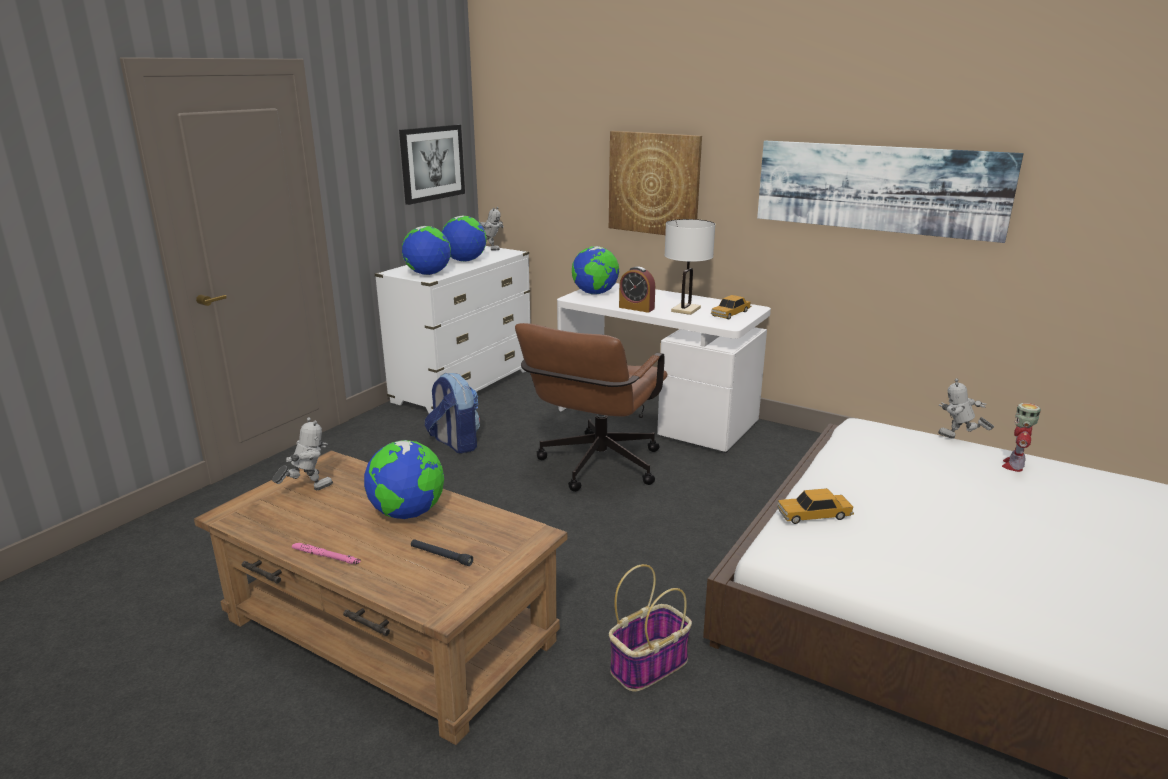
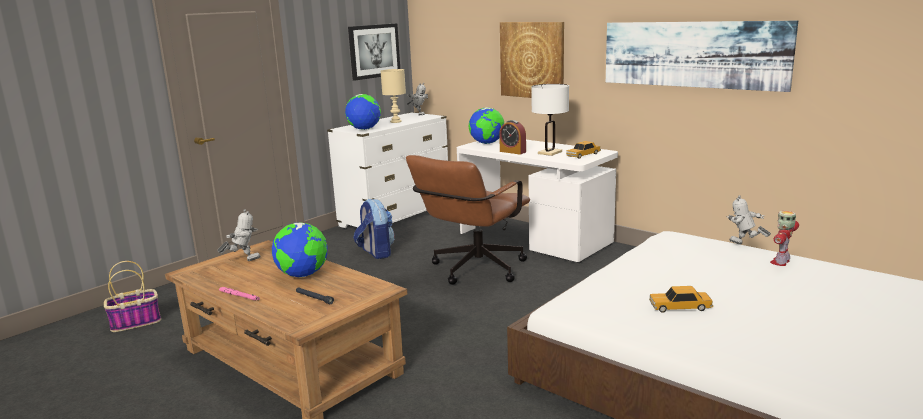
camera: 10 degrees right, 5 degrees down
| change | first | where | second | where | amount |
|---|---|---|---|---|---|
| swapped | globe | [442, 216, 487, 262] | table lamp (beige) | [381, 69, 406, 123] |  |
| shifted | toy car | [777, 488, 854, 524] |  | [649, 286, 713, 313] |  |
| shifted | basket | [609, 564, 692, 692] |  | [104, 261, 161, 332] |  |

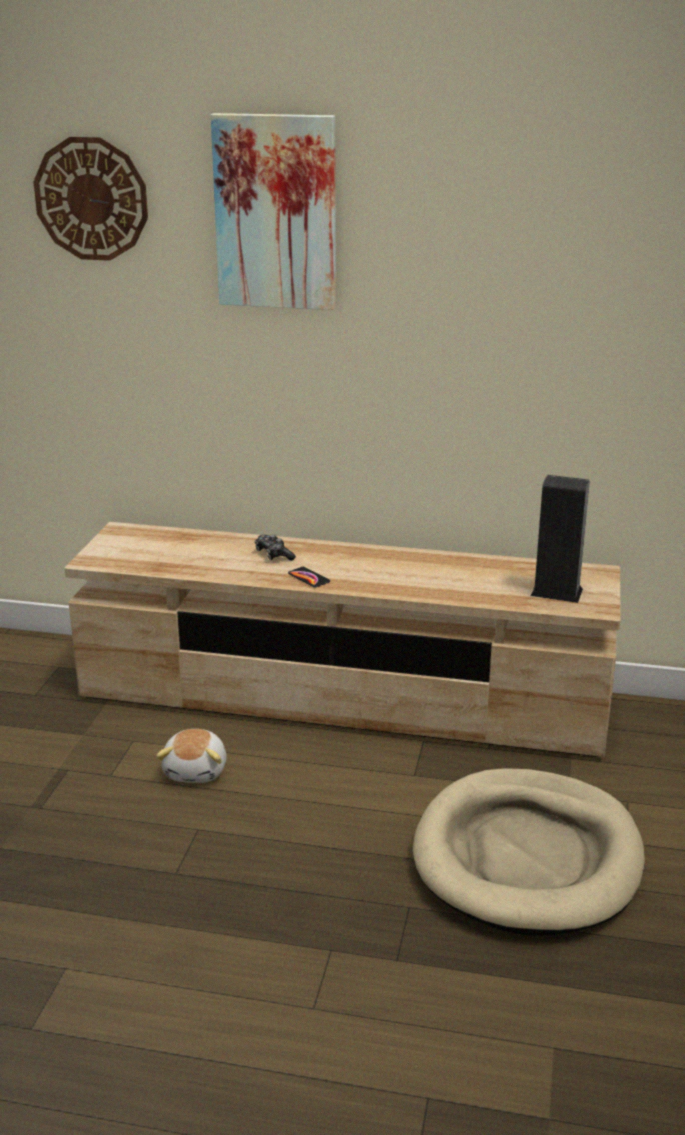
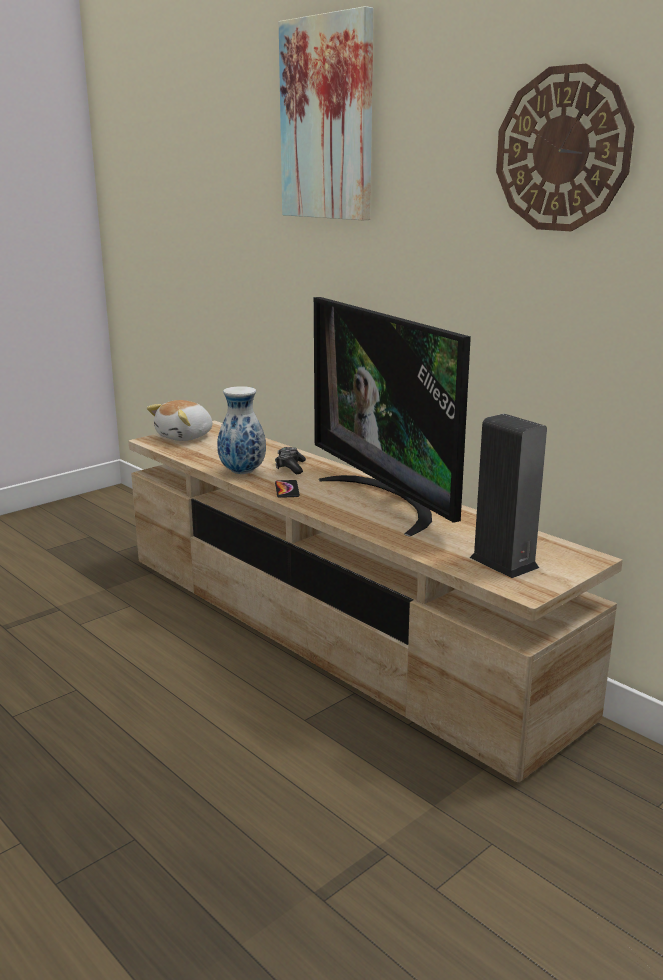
camera: 35 degrees right, 5 degrees down
| change | first | where | second | where | amount |
|---|---|---|---|---|---|
| shifted | wall clock | [33, 137, 148, 261] |  | [496, 64, 634, 231] |  |
| shifted | plush toy | [156, 729, 226, 783] |  | [147, 400, 212, 441] |  |
| gone | dog bed (beige) | [413, 768, 645, 935] |  |  |  |
| new |  |  | television | [314, 297, 471, 536] |  |
| new |  |  | vase | [217, 386, 266, 474] |  |

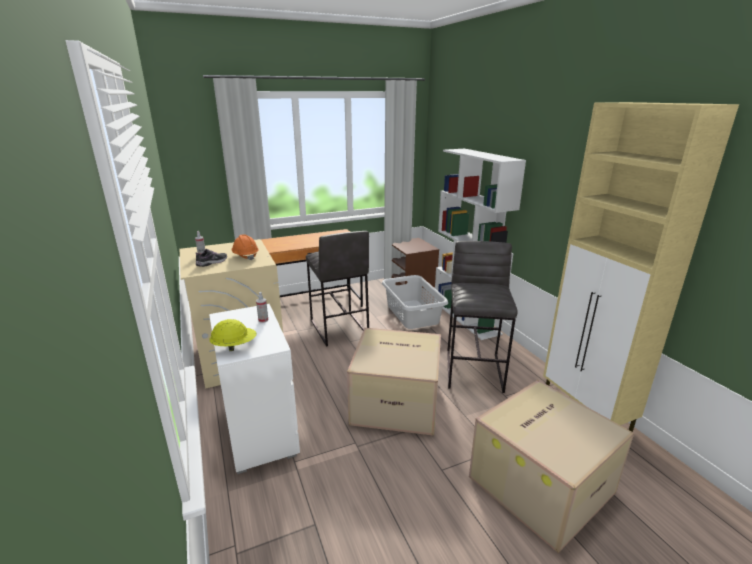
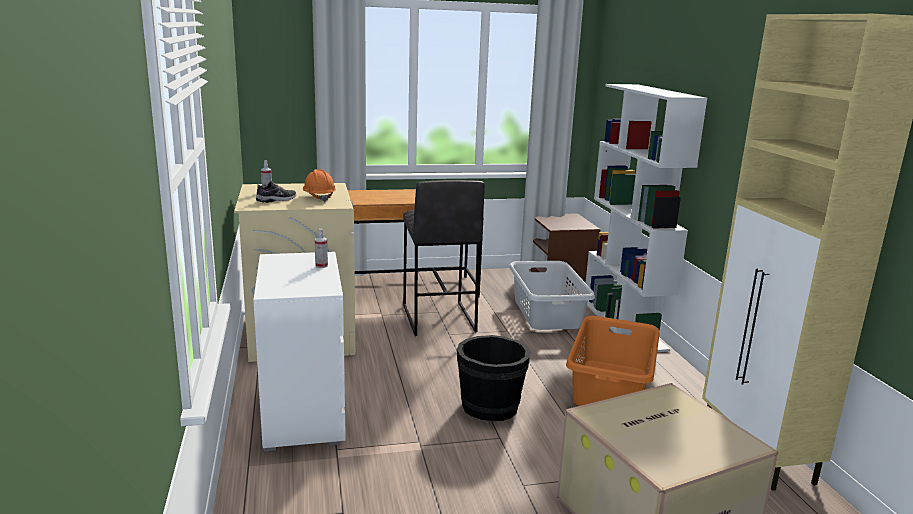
camera: 10 degrees right, 5 degrees down
| change | first | where | second | where | amount |
|---|---|---|---|---|---|
| swapped | stool (grey) | [447, 241, 518, 393] | laundry basket (orange) | [566, 316, 660, 406] |  |
| gone | hard hat (yellow) | [210, 319, 257, 351] |  |  |  |
| swapped | cardboard box | [347, 328, 441, 436] | bucket (black) | [457, 335, 530, 421] |  |

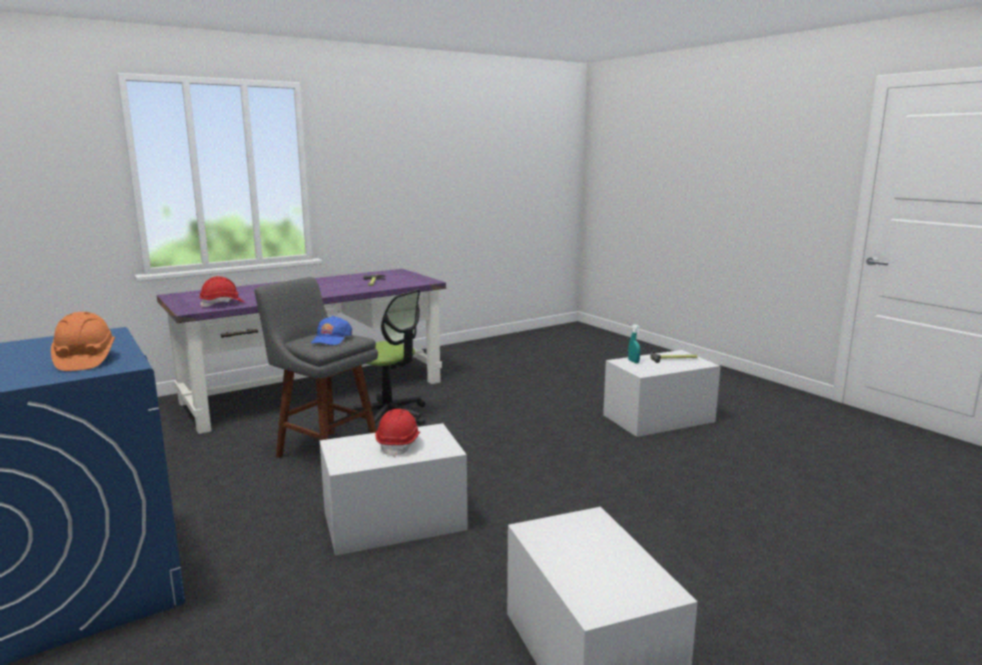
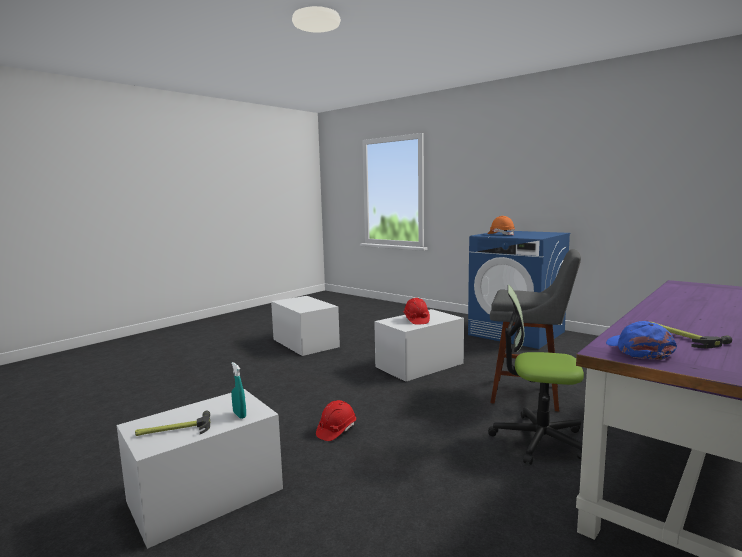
camera: 165 degrees right, 5 degrees down
| change | first | where | second | where | amount |
|---|---|---|---|---|---|
| shifted | hard hat (red) | [199, 276, 244, 307] |  | [316, 400, 356, 441] |  |
| shifted | cap (blue) | [311, 316, 352, 345] |  | [606, 321, 677, 360] |  |

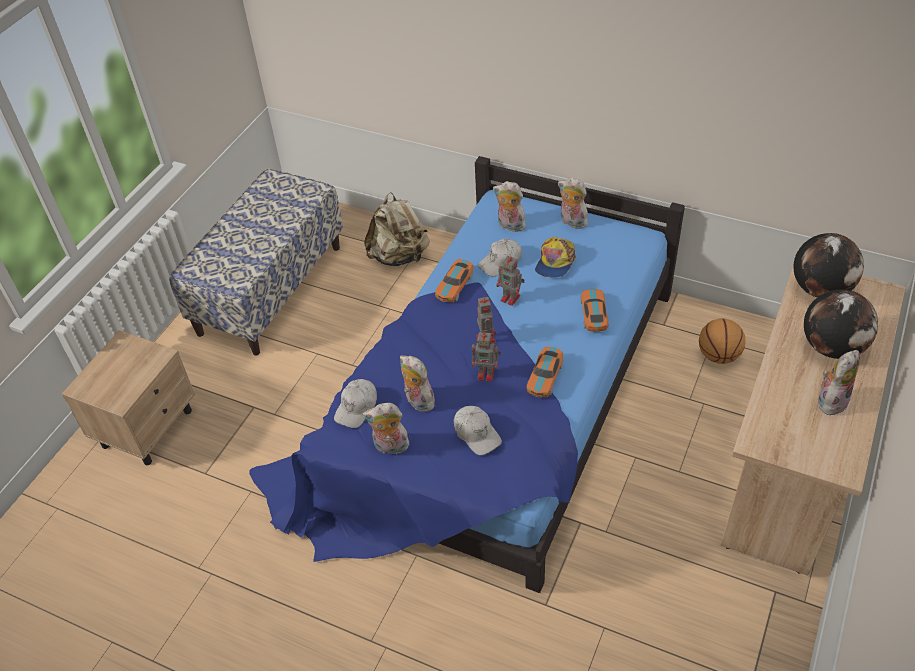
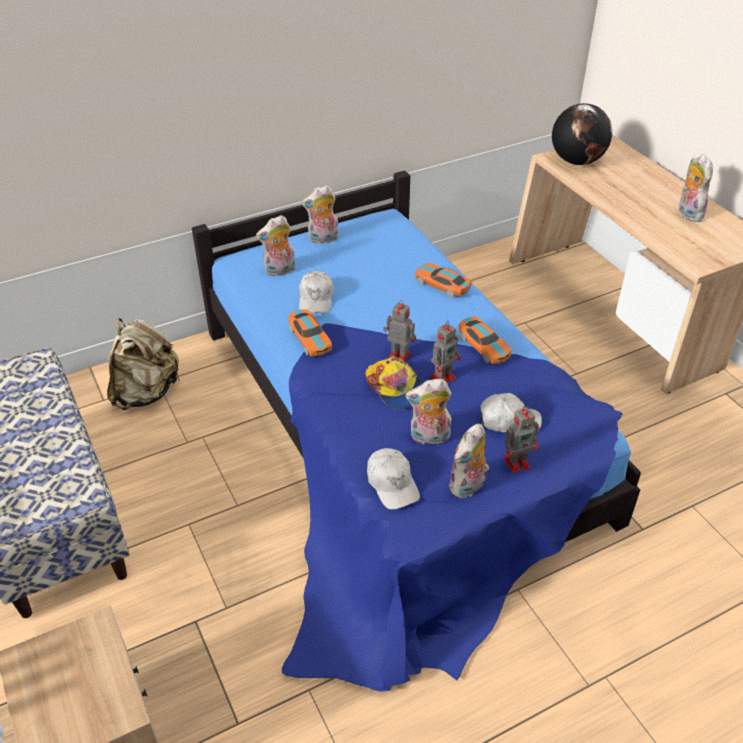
camera: 55 degrees left, 5 degrees down
| change | first | where | second | where | amount |
|---|---|---|---|---|---|
| shifted | cap | [535, 237, 576, 278] |  | [365, 356, 423, 410] |  |
| shifted | toy robot | [496, 254, 525, 306] |  | [504, 406, 539, 473] |  |
| gone | globe | [804, 290, 878, 359] |  |  |  |
| gone | basketball | [699, 319, 746, 364] |  |  |  |

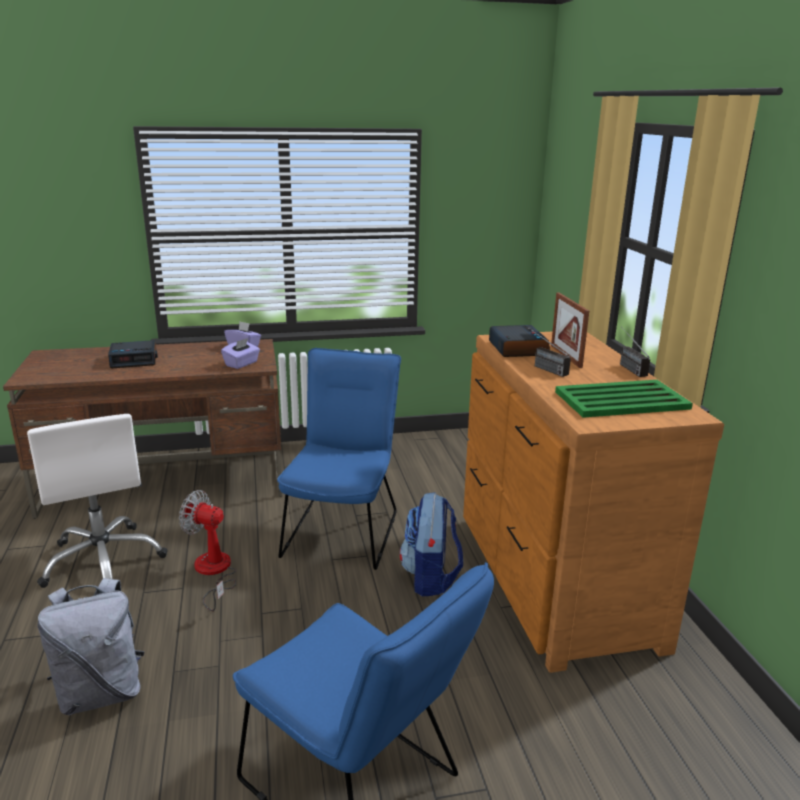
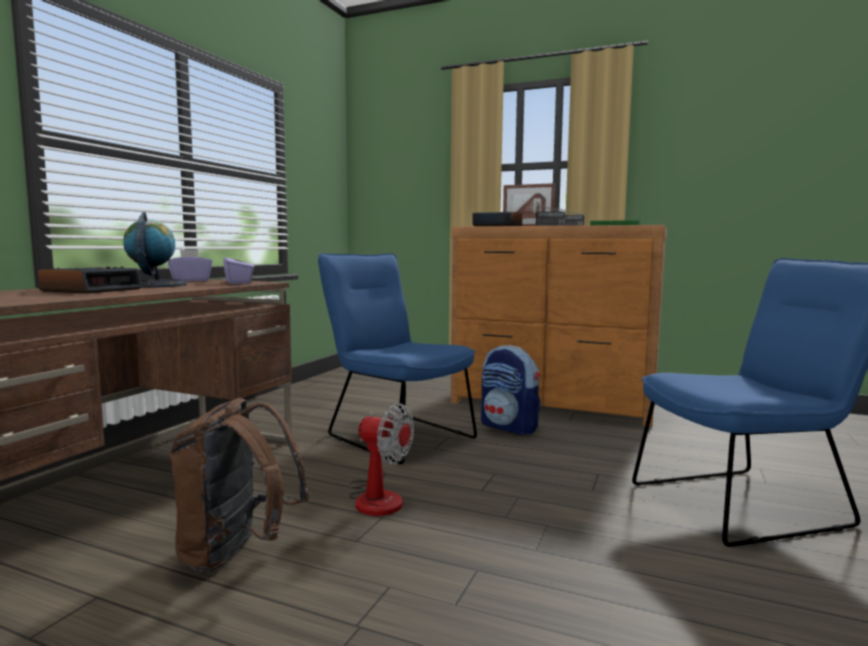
camera: 55 degrees left, 15 degrees down
| change | first | where | second | where | amount |
|---|---|---|---|---|---|
| swapped | office chair (white) | [27, 414, 168, 588] | backpack (brown) | [170, 398, 309, 573] |  |
| rotated | fan | [179, 490, 236, 611] |  | [349, 403, 414, 516] | 120 degrees counterclockwise |
| gone | backpack (grey) | [37, 578, 145, 715] |  |  |  |
| new |  |  | globe | [123, 212, 187, 288] |  |

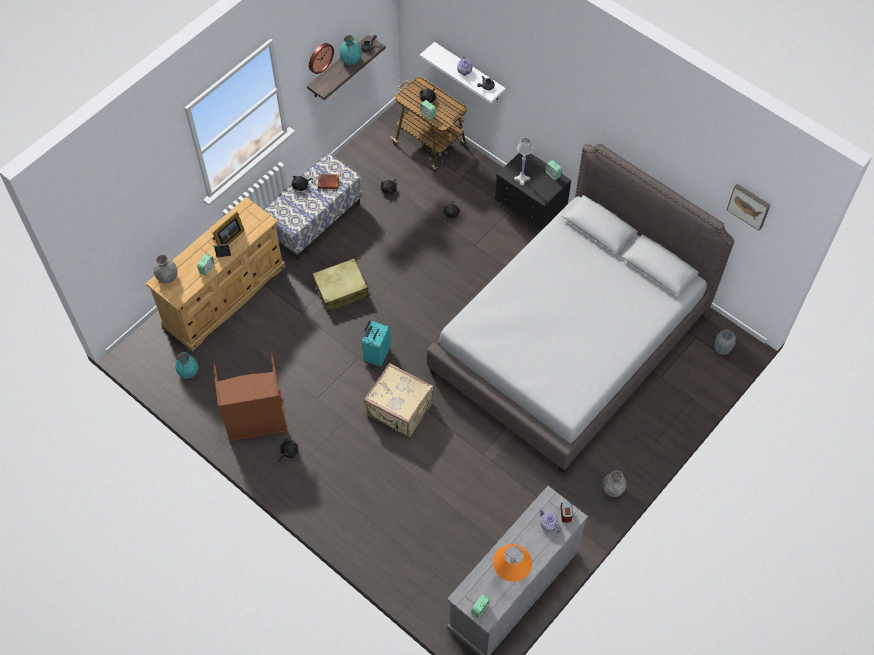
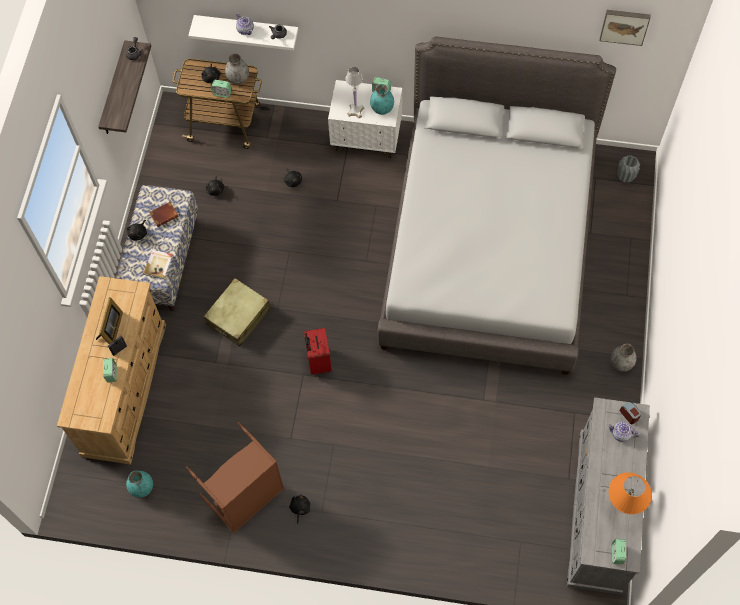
camera: 30 degrees left, 5 degrees up
| change | first | where | second | where | amount |
|---|---|---|---|---|---|
| shifted | vase (turquoise) | [339, 35, 361, 65] |  | [370, 84, 394, 115] |  |
| gone | wall clock | [309, 43, 334, 74] |  |  |  |
| repainted | nightstand (black) | [495, 153, 571, 234] | nightstand (white) | [328, 80, 402, 158] |  |
| shifted | vase (grey) | [154, 255, 178, 283] |  | [225, 53, 249, 85] |  |
| repainted | suitcase (turquoise) | [362, 321, 391, 367] | suitcase (red) | [304, 328, 332, 375] |  |
| gone | suitcase (beige) | [364, 363, 433, 437] |  |  |  |
| new |  |  | book | [143, 250, 173, 279] |  |

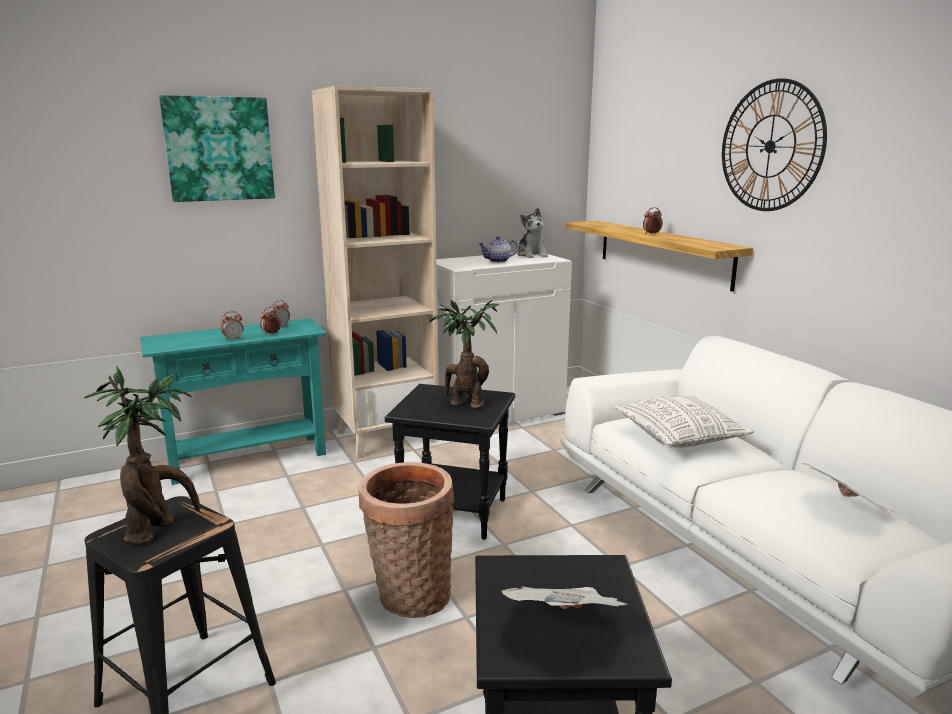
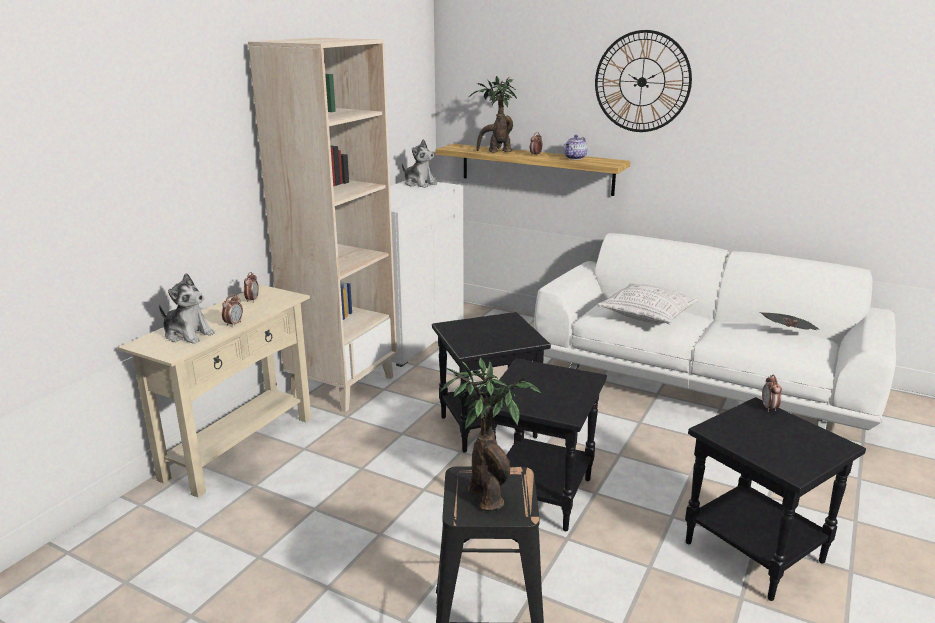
camera: 35 degrees left, 5 degrees up
| change | first | where | second | where | amount |
|---|---|---|---|---|---|
| gone | picture | [159, 95, 275, 202] |  |  |  |
| shifted | teapot | [479, 236, 518, 263] |  | [564, 135, 588, 160] |  |
| shifted | potted plant | [430, 300, 499, 408] |  | [468, 76, 517, 153] |  |
| shifted | alarm clock | [260, 307, 281, 335] |  | [762, 375, 782, 412] |  |
| repainted | console table (turquoise) | [140, 318, 327, 485] | console table (beige) | [118, 285, 311, 498] |  |
| swapped | basket | [358, 462, 455, 618] | side table (black) | [484, 358, 607, 531] |  |
| gone | newspaper | [502, 587, 629, 609] |  |  |  |
| new |  |  | plush toy | [159, 273, 215, 344] |  |

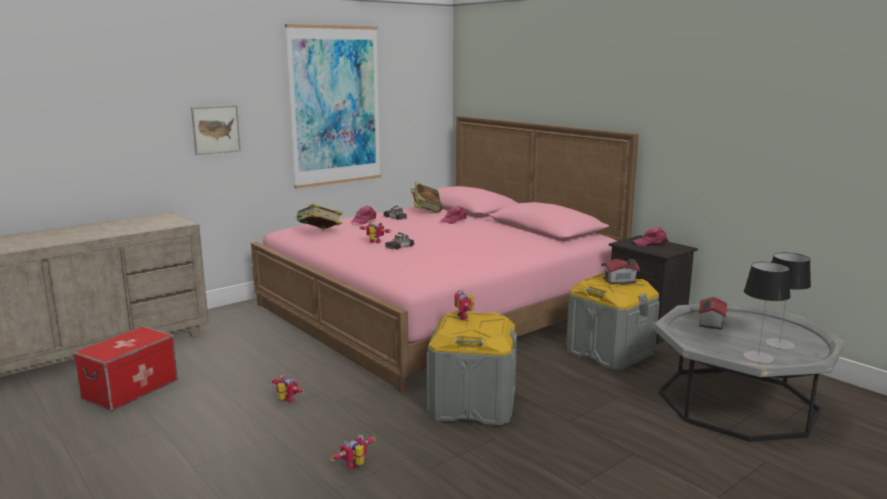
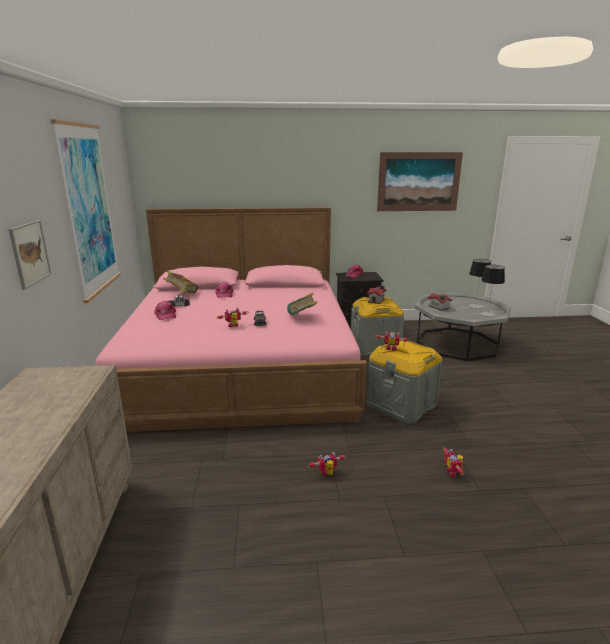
camera: 55 degrees left, 5 degrees up
| change | first | where | second | where | amount |
|---|---|---|---|---|---|
| shifted | book | [295, 203, 343, 229] |  | [287, 293, 317, 315] |  |
| gone | storage box | [73, 326, 178, 411] |  |  |  |
| new |  |  | picture | [377, 152, 463, 211] |  |

